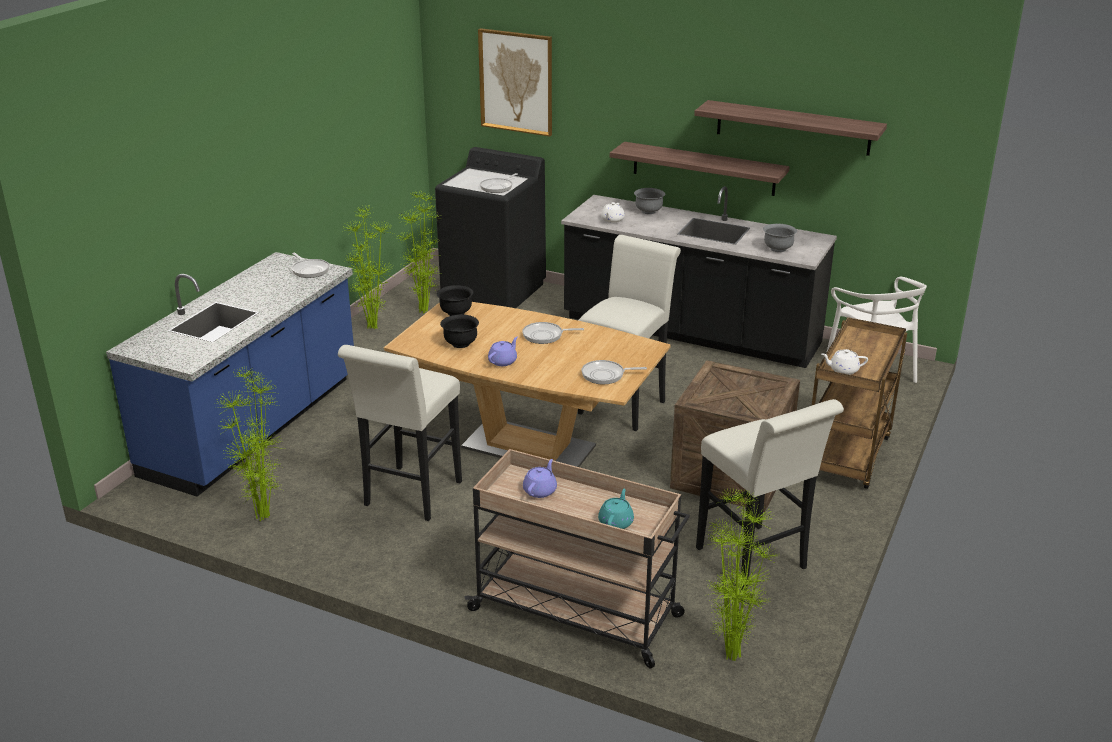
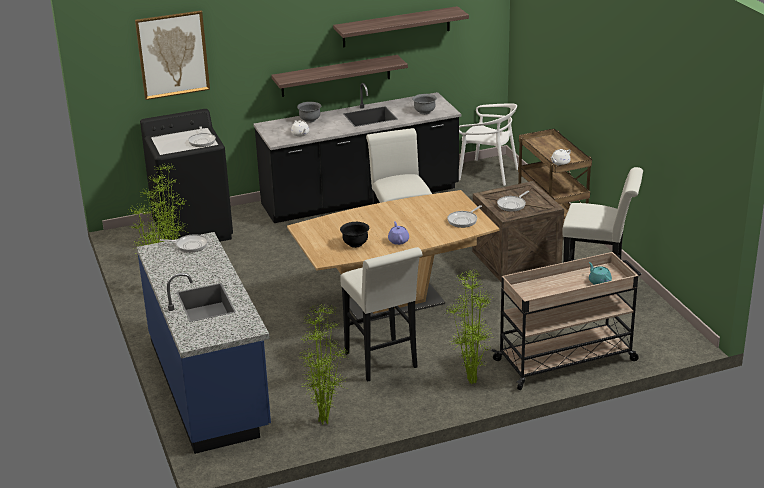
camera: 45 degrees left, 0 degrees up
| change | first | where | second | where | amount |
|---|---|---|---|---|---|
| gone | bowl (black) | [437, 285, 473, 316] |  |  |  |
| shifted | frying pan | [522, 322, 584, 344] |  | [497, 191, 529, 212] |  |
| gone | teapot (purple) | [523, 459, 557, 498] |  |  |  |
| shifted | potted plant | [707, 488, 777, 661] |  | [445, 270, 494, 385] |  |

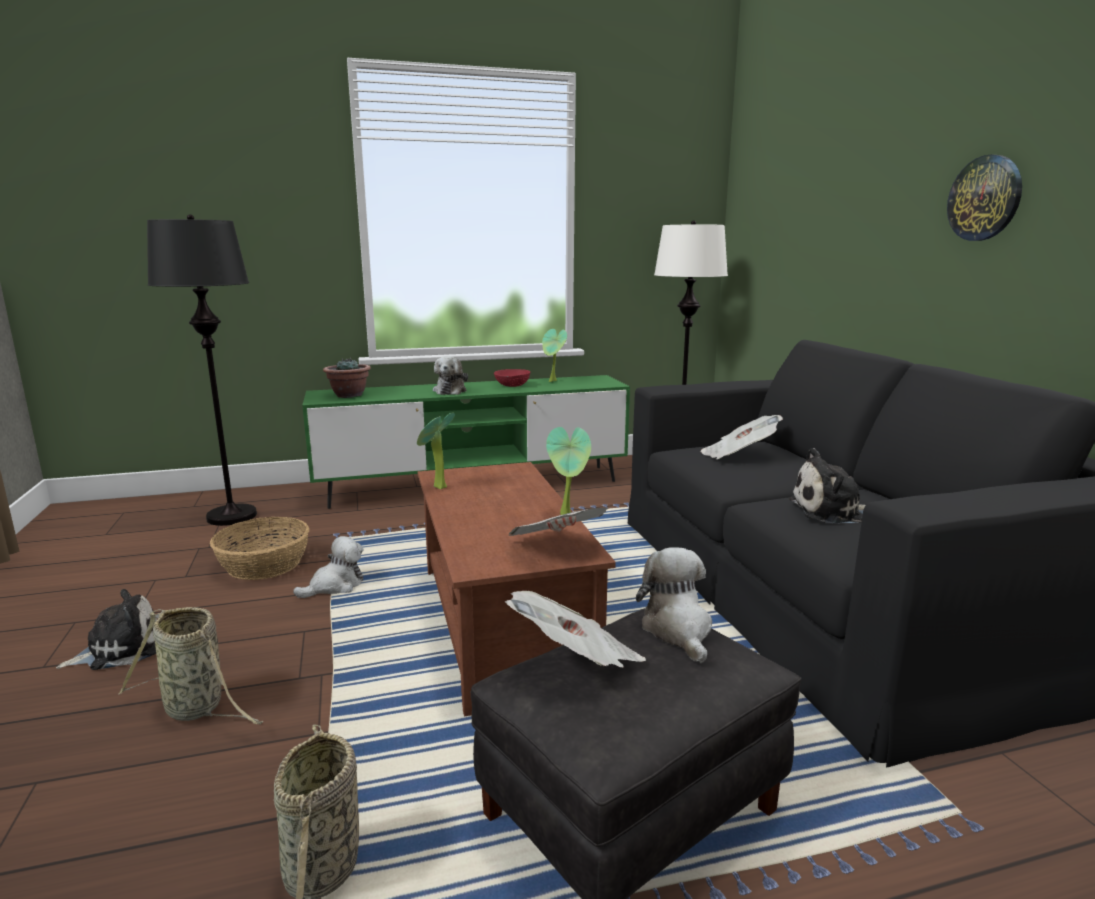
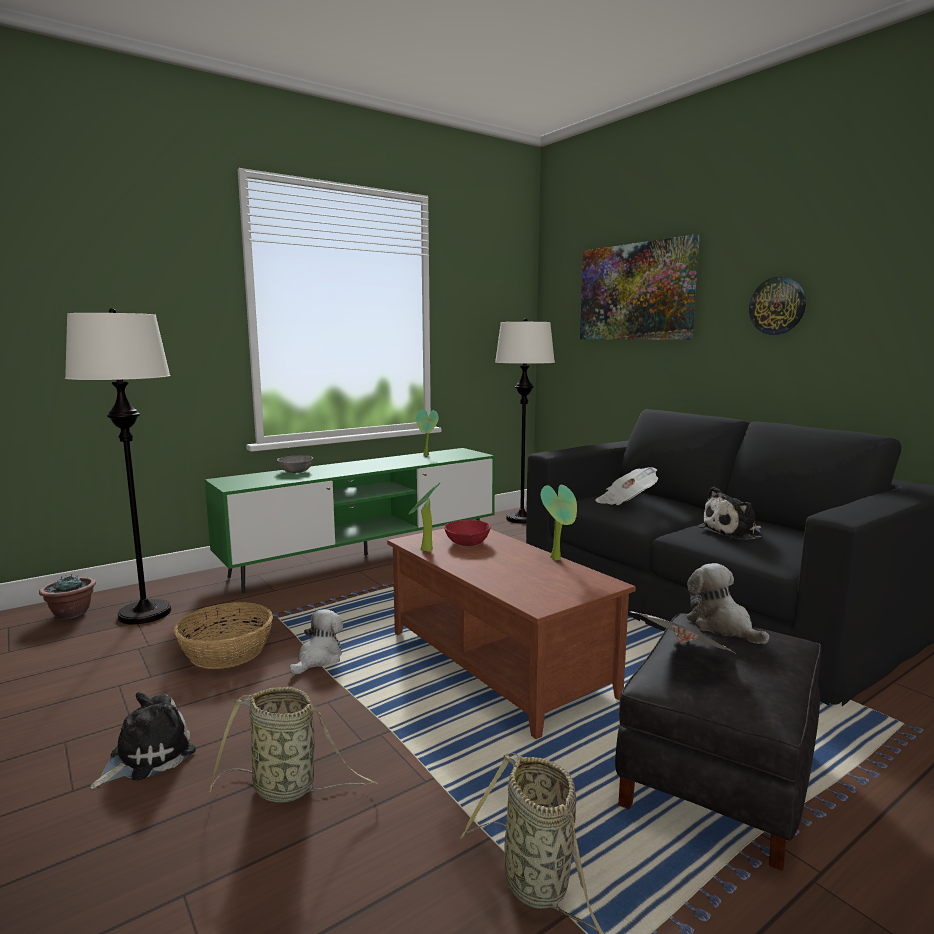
camera: 20 degrees left, 5 degrees down
| change | first | where | second | where | amount |
|---|---|---|---|---|---|
| repainted | floor lamp (black) | [147, 214, 257, 526] | floor lamp (white) | [65, 308, 171, 624] |  |
| gone | plush toy | [433, 356, 468, 395] |  |  |  |
| shifted | potted plant | [323, 358, 371, 398] |  | [39, 574, 96, 619] |  |
| shifted | bowl (red) | [494, 369, 530, 387] |  | [444, 520, 491, 546] |  |
| gone | newspaper | [508, 508, 608, 536] |  |  |  |
| new |  |  | picture | [580, 234, 700, 340] |  |
| new |  |  | bowl (grey) | [277, 455, 313, 473] |  |

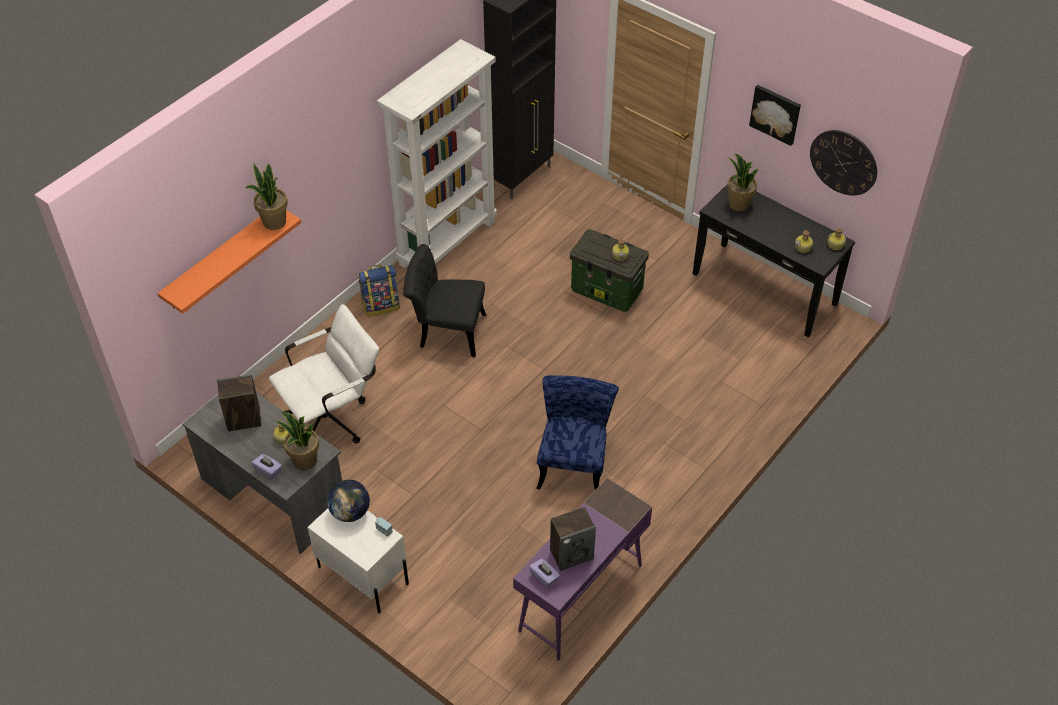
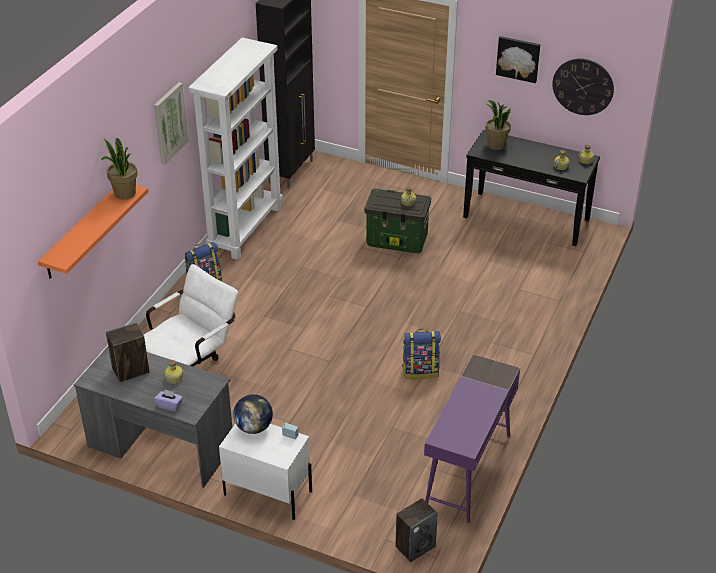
camera: 15 degrees left, 10 degrees down
| change | first | where | second | where | amount |
|---|---|---|---|---|---|
| gone | chair (black) | [403, 244, 486, 357] |  |  |  |
| swapped | chair (blue) | [536, 376, 619, 490] | backpack | [402, 329, 441, 379] |  |
| gone | potted plant | [274, 412, 319, 470] |  |  |  |
| shifted | speaker | [550, 507, 596, 571] |  | [395, 498, 438, 562] |  |
| gone | tissue box (purple) | [529, 559, 560, 588] |  |  |  |
| new |  |  | picture | [154, 82, 189, 165] |  |

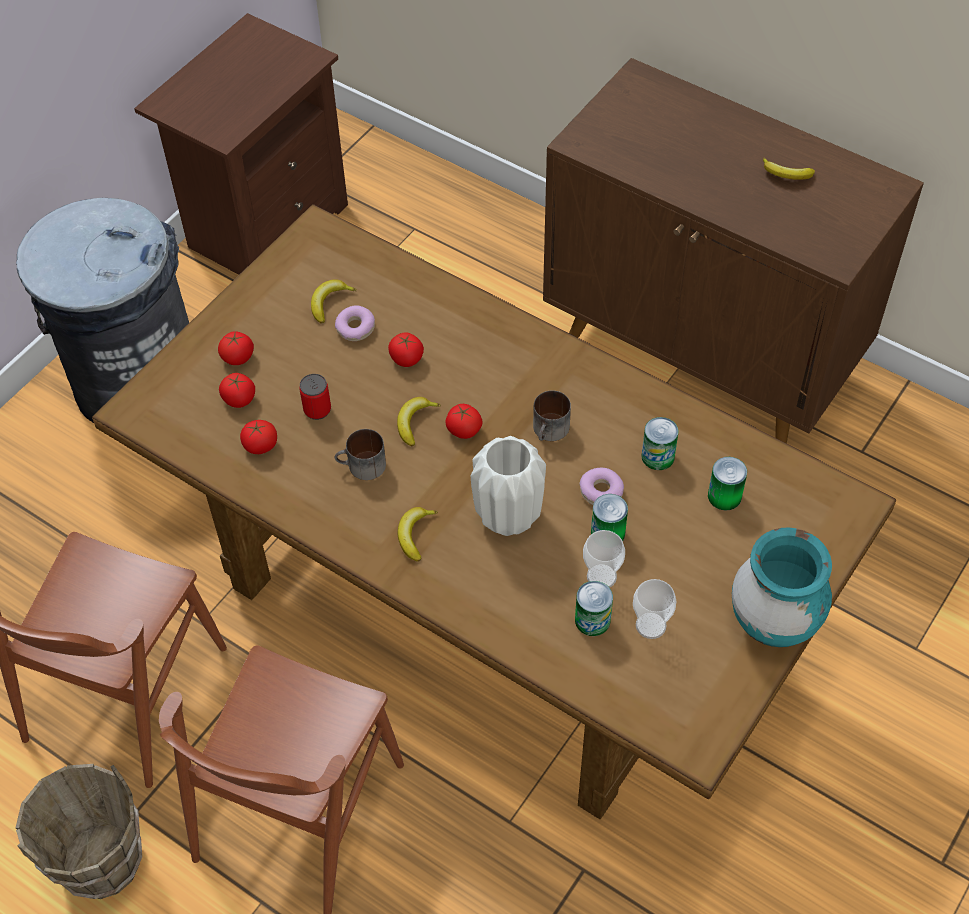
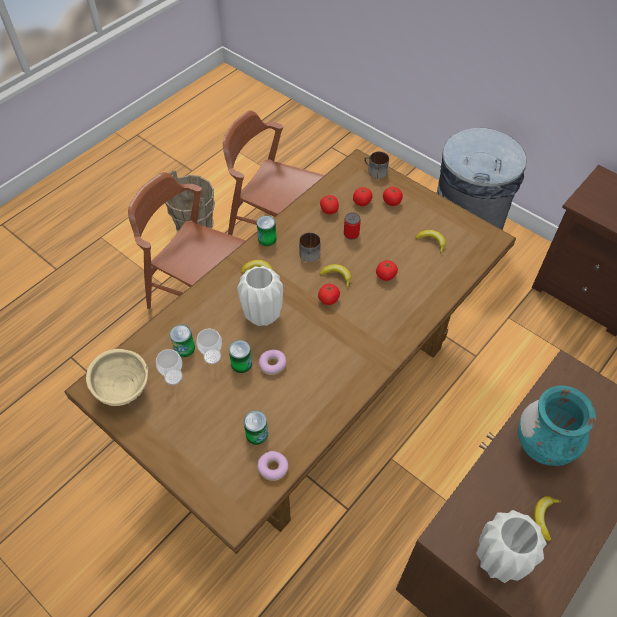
camera: 95 degrees right, 0 degrees up
| change | first | where | second | where | amount |
|---|---|---|---|---|---|
| shifted | donut | [335, 306, 375, 341] |  | [257, 451, 288, 481] |  |
| shifted | mug | [533, 390, 571, 441] |  | [364, 151, 389, 179] |  |
| shifted | can | [641, 417, 679, 470] |  | [257, 216, 276, 246] |  |
| shifted | vase (turquoise) | [732, 527, 832, 647] |  | [518, 386, 596, 466] |  |
| new |  |  | bowl (beige) | [86, 349, 148, 406] |  |
| new |  |  | vase (white) | [476, 510, 547, 583] |  |

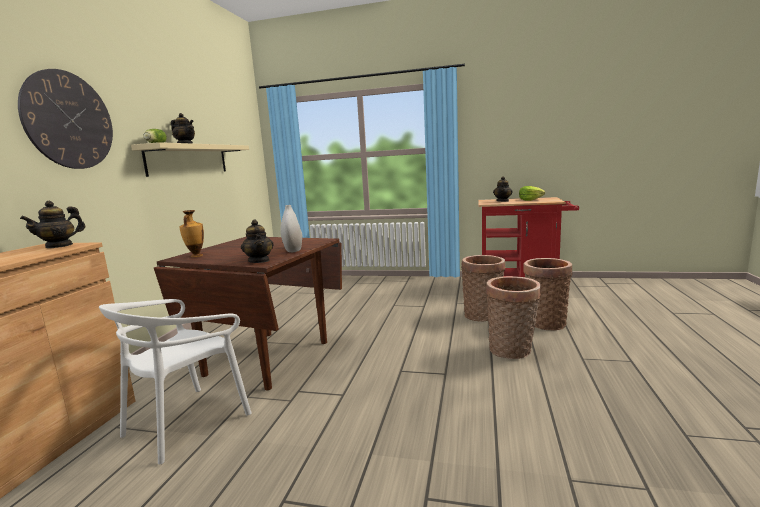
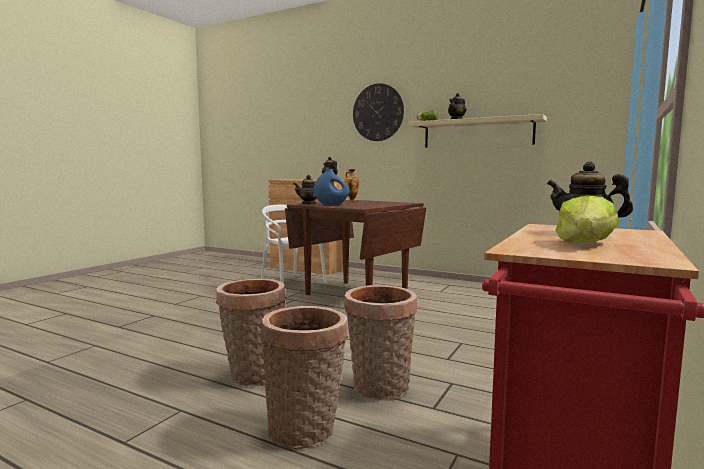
camera: 105 degrees right, 5 degrees down
| change | first | where | second | where | amount |
|---|---|---|---|---|---|
| repainted | vase (white) | [280, 205, 302, 252] | vase (blue) | [314, 169, 350, 206] |  |

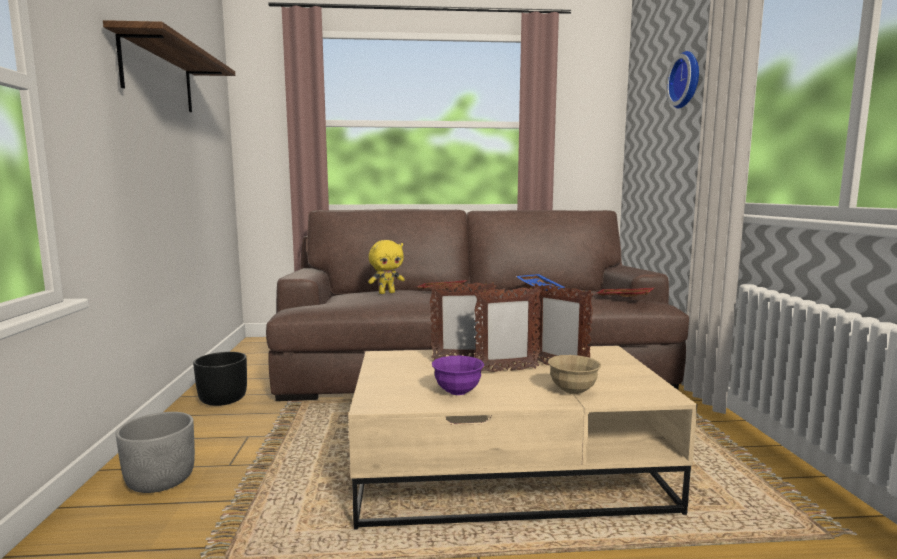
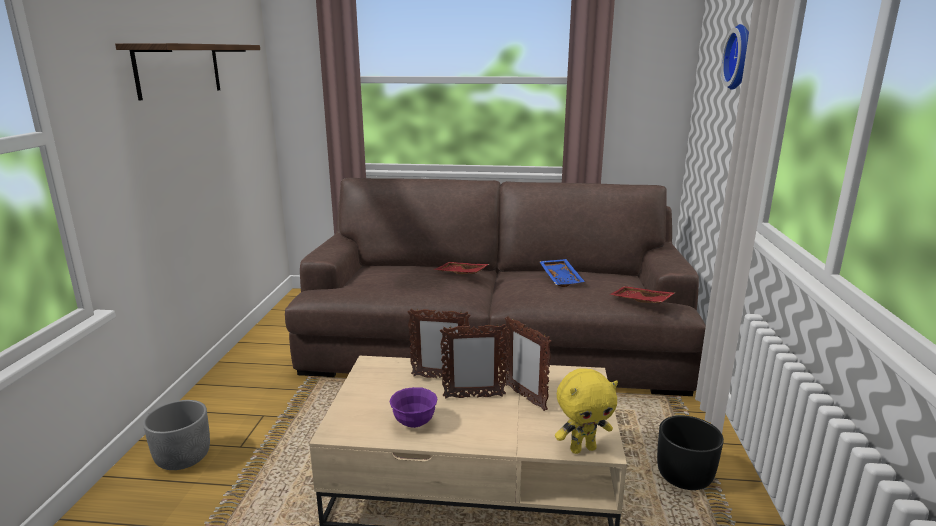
camera: 10 degrees right, 10 degrees up
| change | first | where | second | where | amount |
|---|---|---|---|---|---|
| shifted | plush toy (yellow) | [368, 240, 405, 294] |  | [555, 368, 618, 454] |  |
| shifted | planter (black) | [193, 352, 247, 406] |  | [657, 415, 724, 490] |  |
| gone | bowl (beige) | [548, 355, 601, 394] |  |  |  |

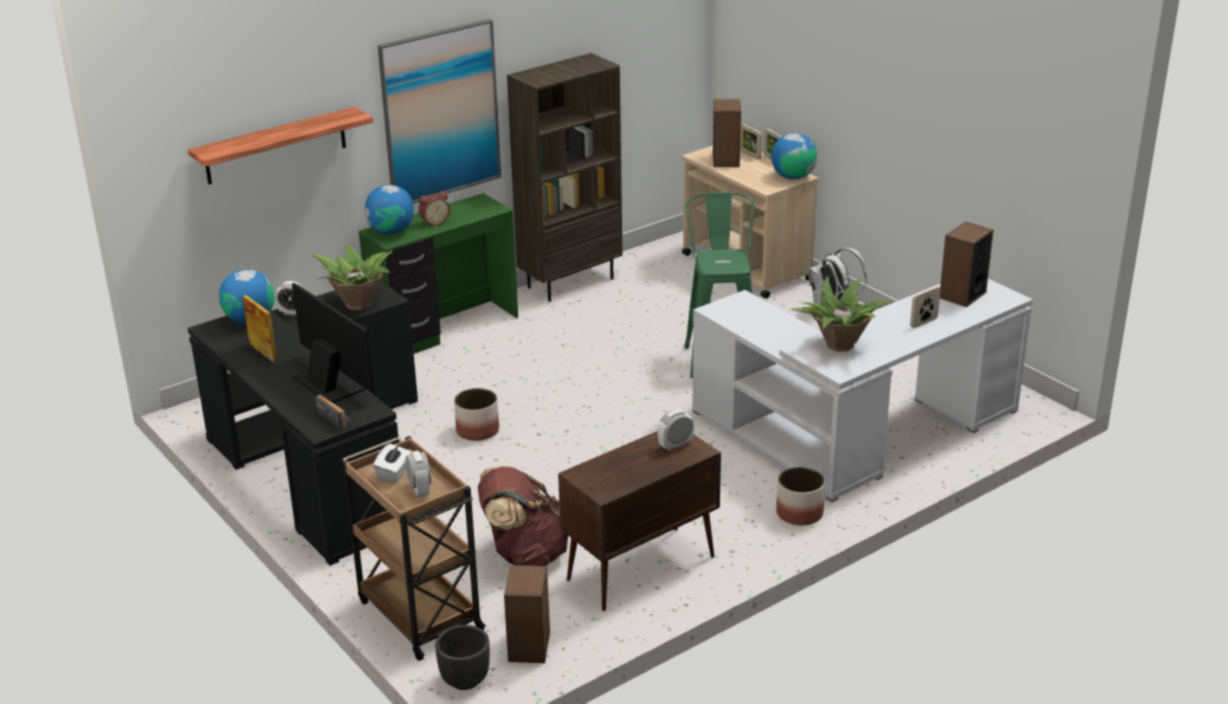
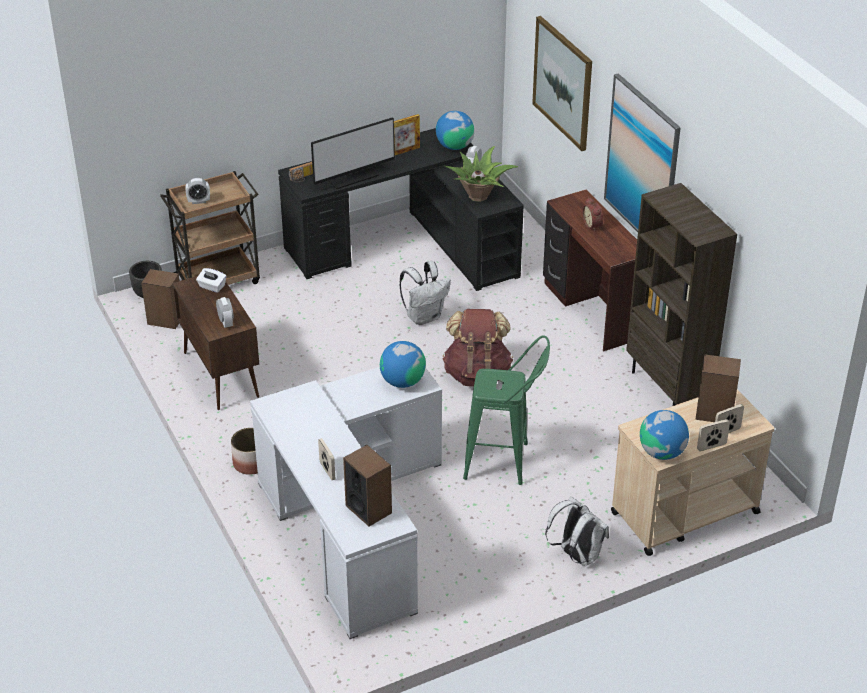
camera: 100 degrees right, 10 degrees up
| change | first | where | second | where | amount |
|---|---|---|---|---|---|
| swapped | shelf | [188, 107, 373, 184] | picture | [532, 16, 592, 151] |  |
| shifted | globe | [365, 185, 414, 234] |  | [380, 341, 426, 388] |  |
| repainted | desk (green) | [359, 193, 518, 354] | desk (brown) | [543, 190, 637, 351] |  |
| gone | potted plant | [790, 276, 892, 352] |  |  |  |
| swapped | planter | [454, 388, 499, 441] | backpack (white) | [399, 261, 451, 325] |  |
| shifted | tissue box (white) | [373, 444, 412, 483] |  | [196, 268, 226, 293] |  |
| shifted | backpack (brown) | [478, 466, 568, 566] |  | [442, 309, 513, 387] |  |

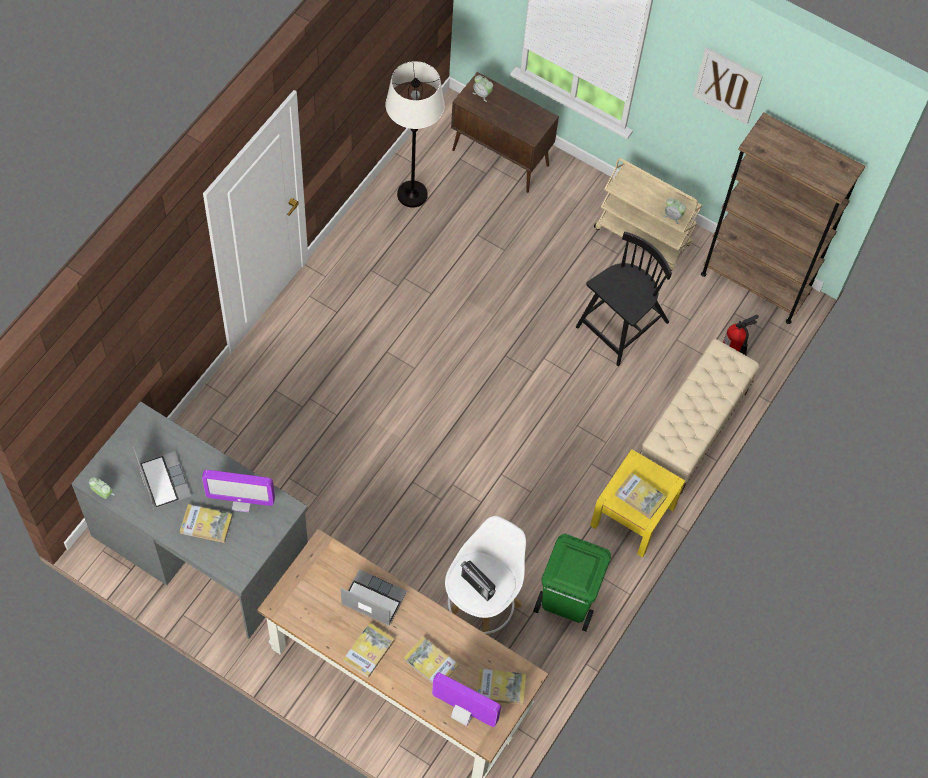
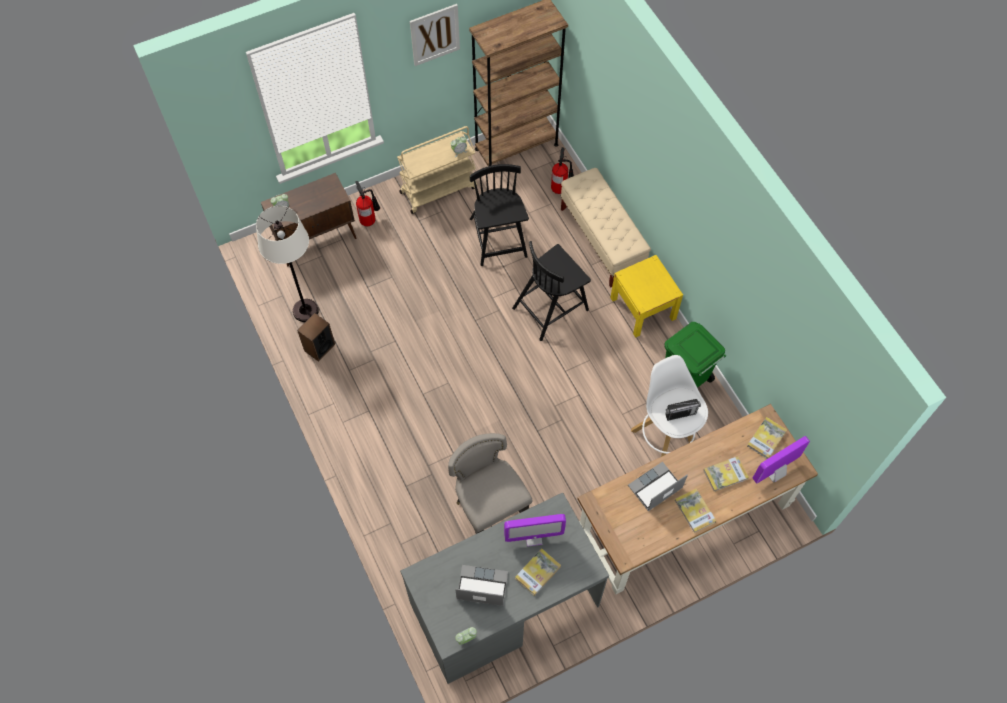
camera: 55 degrees left, 0 degrees up
| change | first | where | second | where | amount |
|---|---|---|---|---|---|
| rotated | monitor | [202, 470, 275, 512] |  | [504, 514, 566, 547] | 45 degrees clockwise |
| gone | book | [615, 472, 667, 519] |  |  |  |
| new |  |  | fire extinguisher | [355, 181, 380, 226] |  |
| new |  |  | chair (black) | [512, 241, 591, 341] |  |
| new |  |  | speaker | [297, 313, 335, 362] |  |
| new |  |  | stool (grey) | [448, 433, 533, 534] |  |

